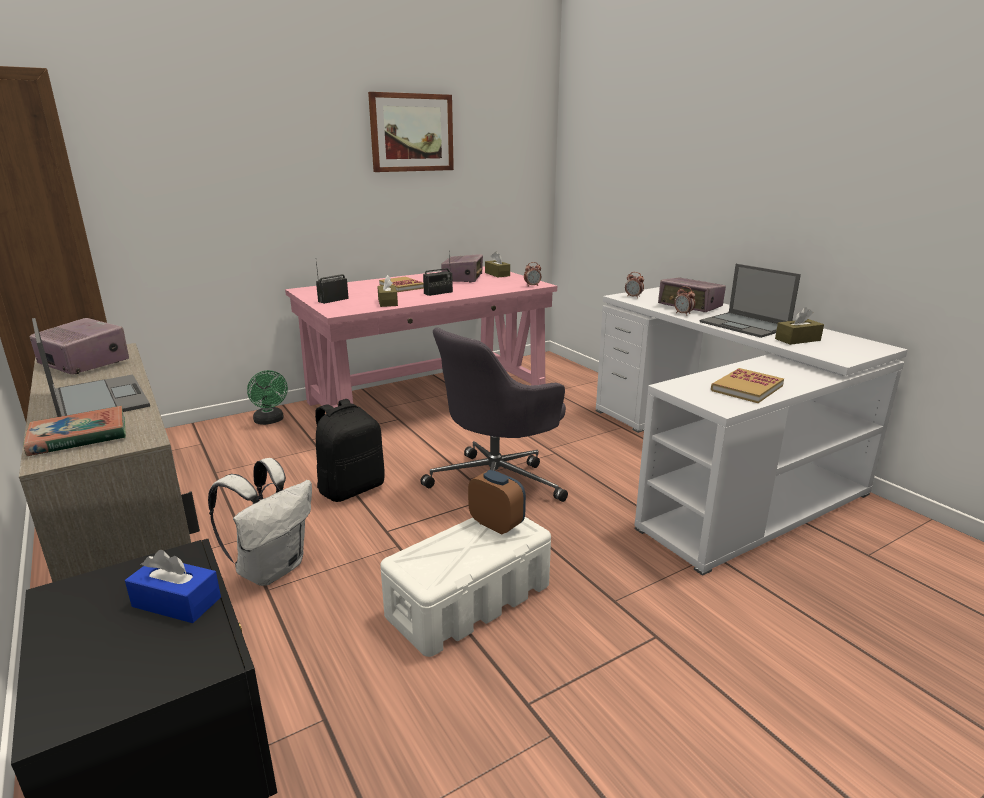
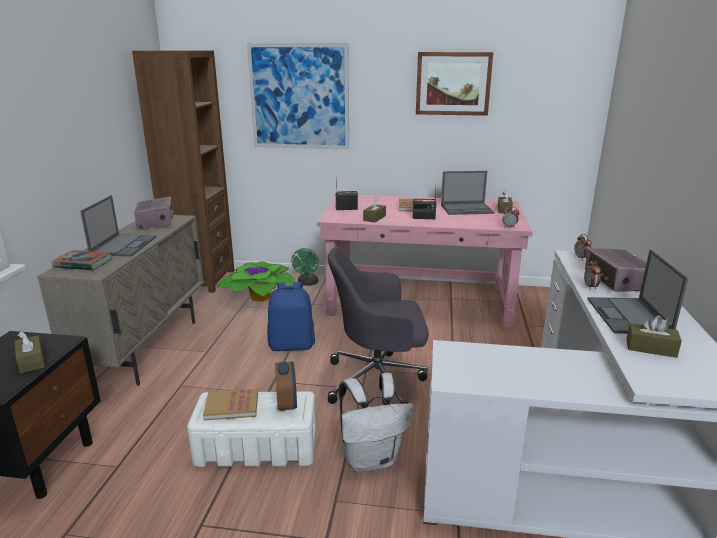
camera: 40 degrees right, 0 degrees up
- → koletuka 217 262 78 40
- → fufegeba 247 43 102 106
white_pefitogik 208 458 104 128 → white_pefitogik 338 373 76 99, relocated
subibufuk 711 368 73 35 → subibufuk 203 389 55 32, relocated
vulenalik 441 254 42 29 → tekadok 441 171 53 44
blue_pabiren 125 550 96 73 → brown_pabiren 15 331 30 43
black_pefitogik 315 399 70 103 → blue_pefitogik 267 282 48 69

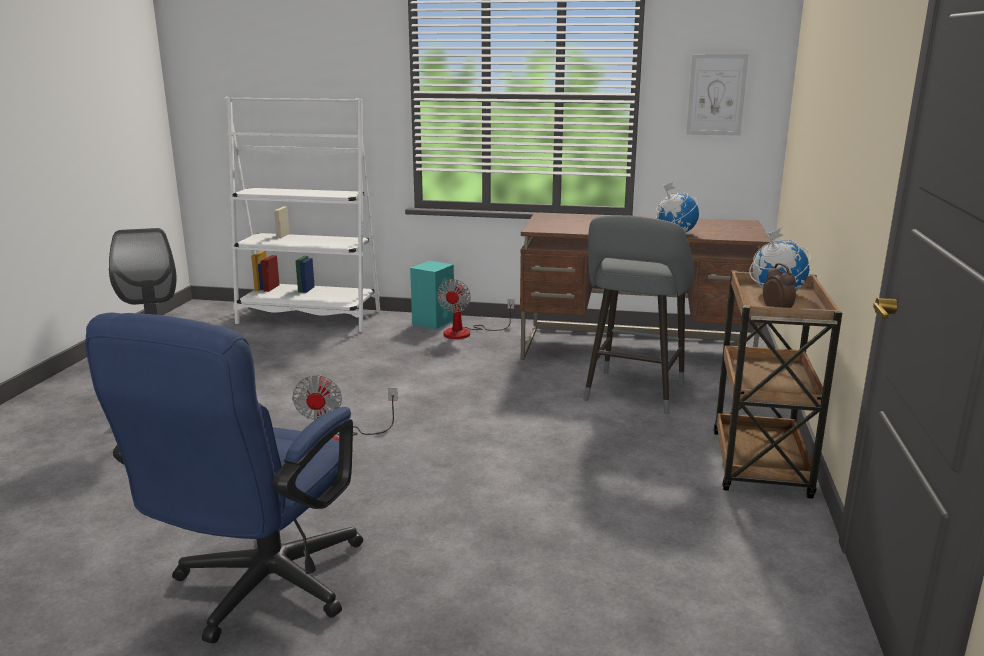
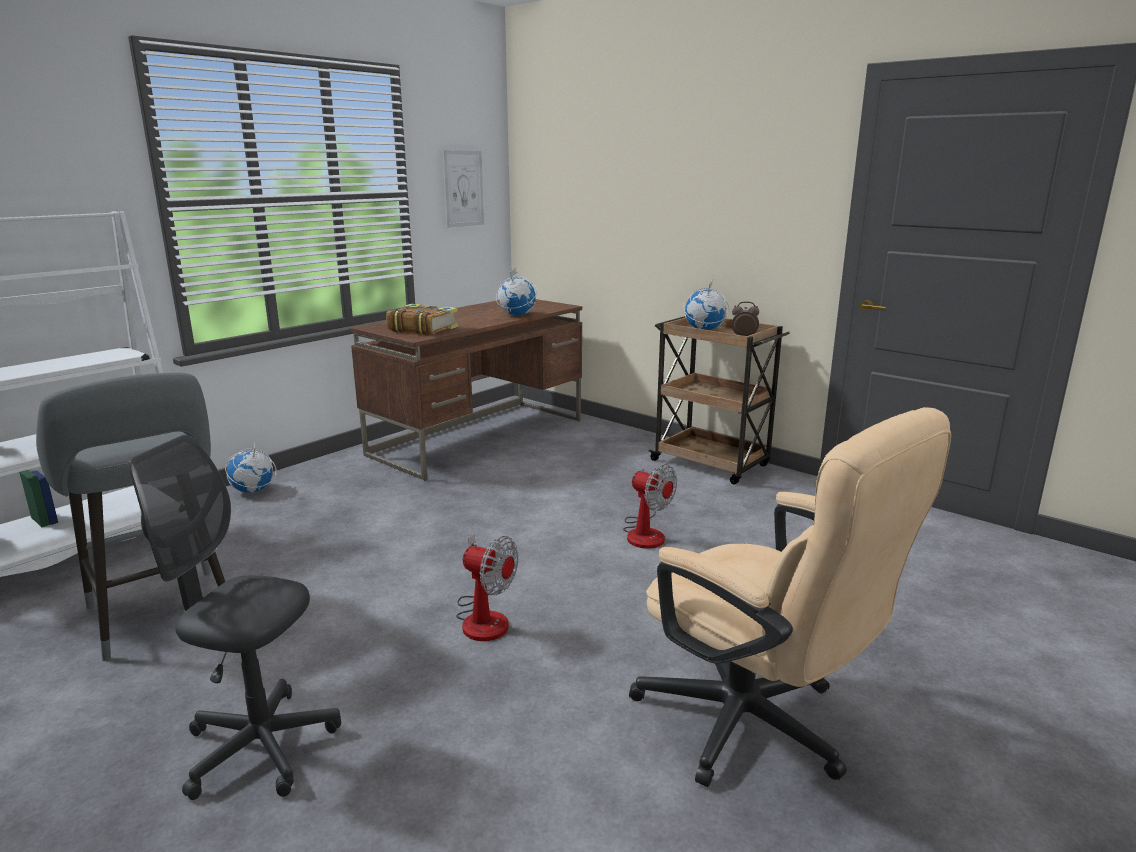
camera: 60 degrees left, 0 degrees up
- → subibufuk 386 304 72 31
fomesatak 437 279 78 60 → fomesatak 623 464 54 85, relocated
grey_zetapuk 583 215 111 199 → grey_zetapuk 36 372 189 289, relocated
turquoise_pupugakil 410 261 44 68 → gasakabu 225 442 52 51
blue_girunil 85 312 278 332 → beige_girunil 629 407 322 380

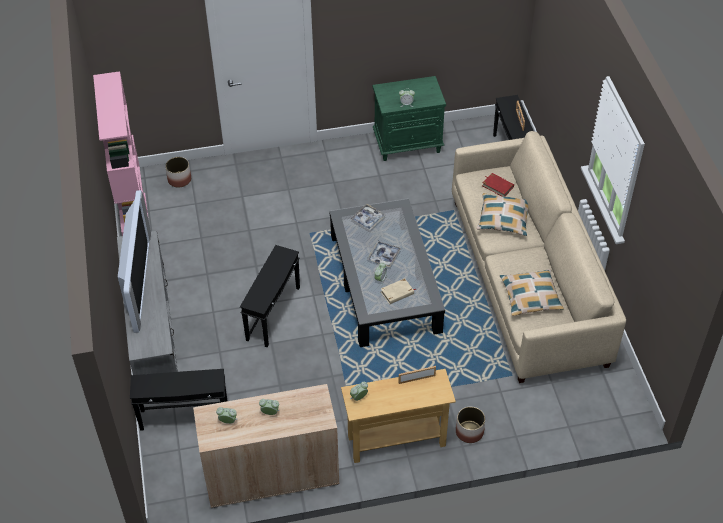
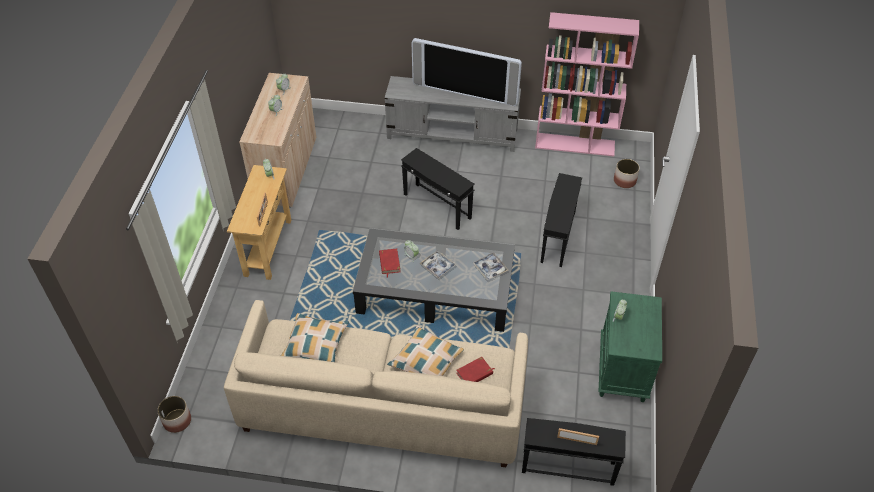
camera: 110 degrees right, 0 degrees up
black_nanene 130 369 97 62 → black_nanene 540 173 42 94, relocated
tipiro 456 406 29 37 → tipiro 157 396 34 37, relocated
beige_subibufuk 381 278 35 26 → red_subibufuk 379 249 21 28

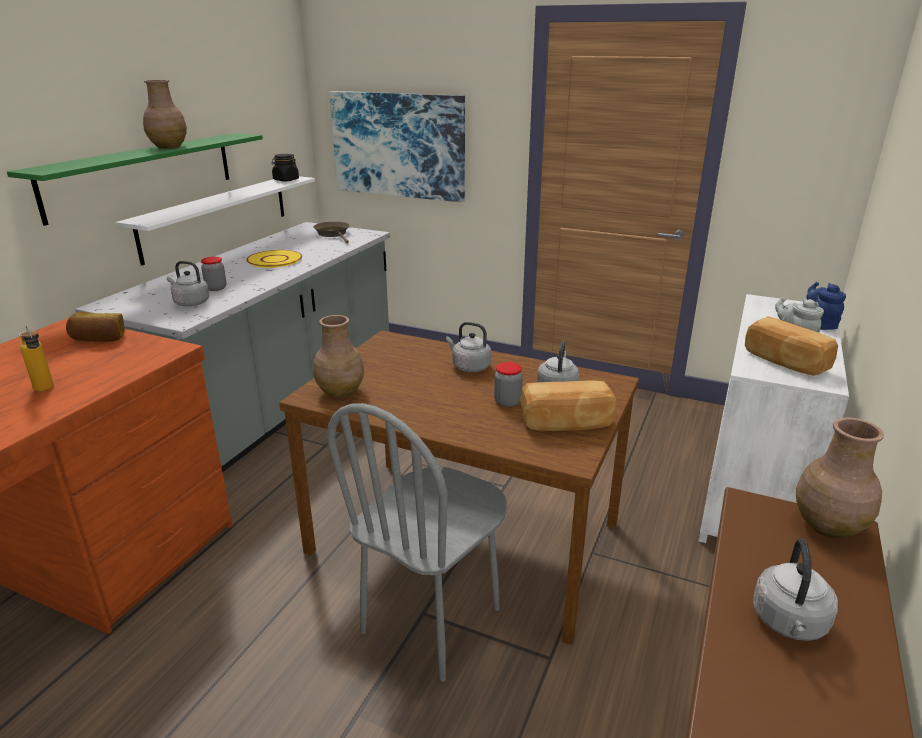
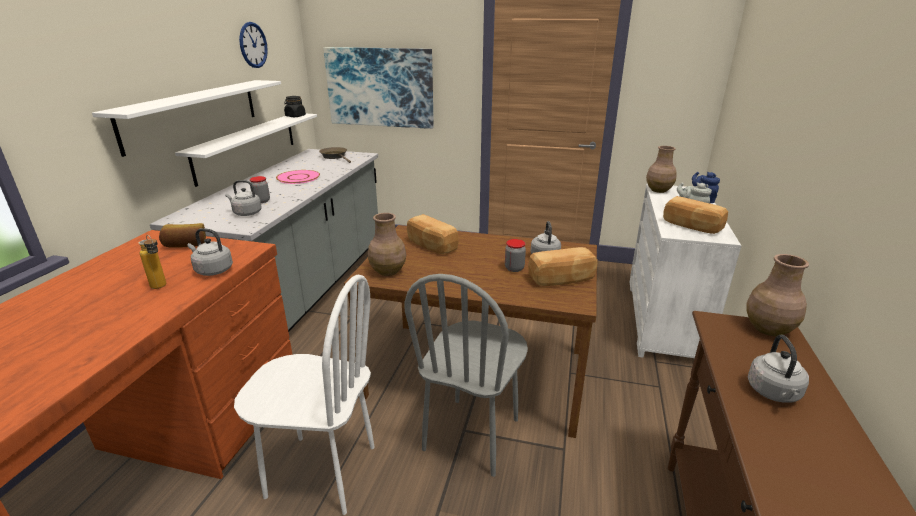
camera: 10 degrees left, 0 degrees up
- → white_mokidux 234 275 141 240
- → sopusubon 239 22 29 46
- → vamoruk 407 214 52 40
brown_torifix 143 80 44 69 → brown_torifix 646 146 31 47, relocated
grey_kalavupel 446 322 45 50 → grey_kalavupel 187 228 46 48, relocated
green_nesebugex 7 133 256 93 → white_nesebugex 92 80 189 77
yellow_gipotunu 246 250 56 18 → pink_gipotunu 276 170 44 14

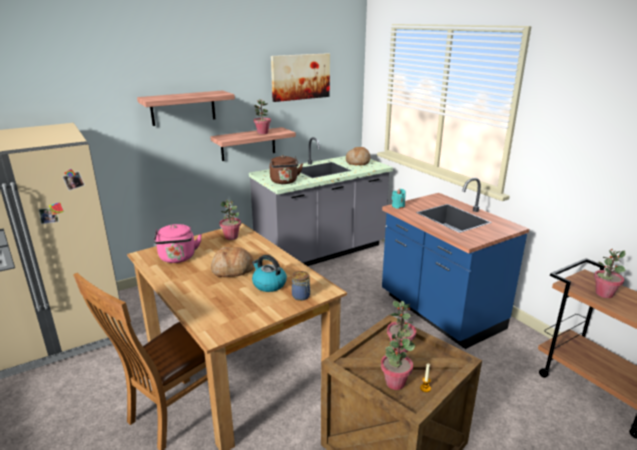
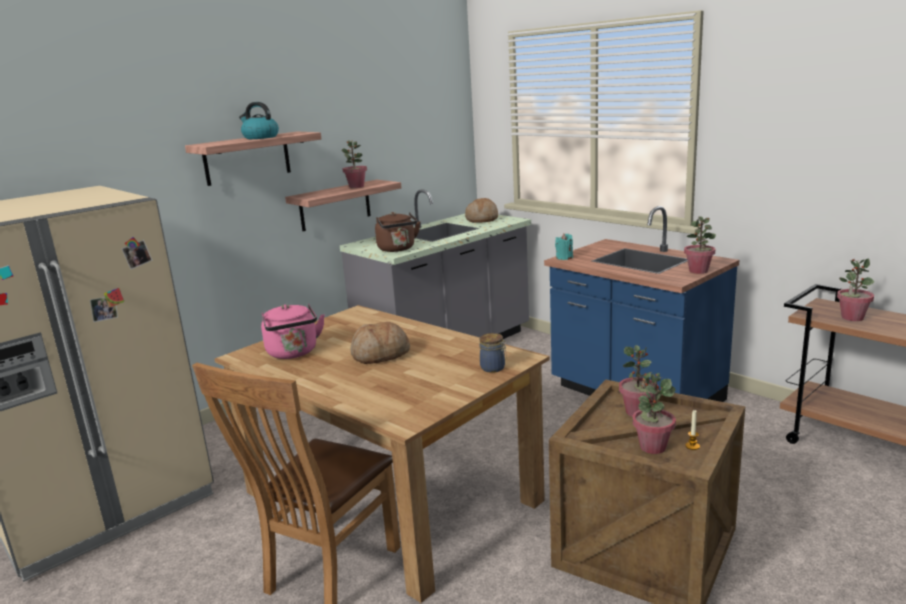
camera: 10 degrees left, 5 degrees down
fufegeba 271 53 59 49 → -
koletuka 219 200 22 40 → koletuka 684 217 32 57, relocated
kalavupel 252 255 35 37 → kalavupel 239 102 40 37, relocated

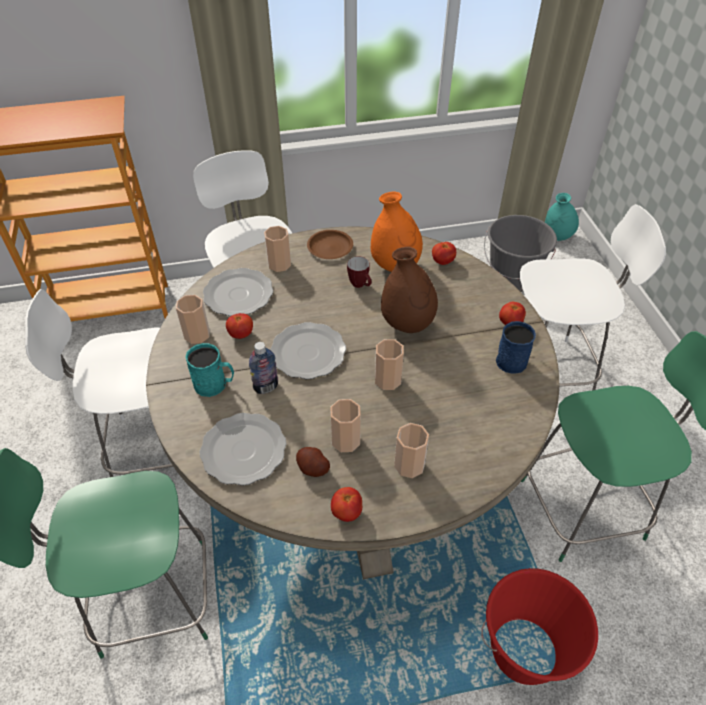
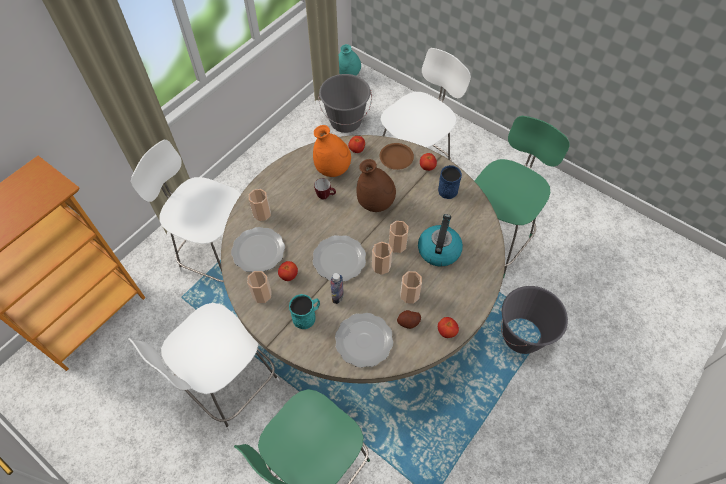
camera: 40 degrees left, 10 degrees up
- → kalavupel 418 214 45 53
brown_gipotunu 307 230 46 29 → brown_gipotunu 380 143 34 27, relocated
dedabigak 394 423 35 55 → dedabigak 372 242 20 33, relocated
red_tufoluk 481 568 117 117 → grey_tufoluk 501 286 67 68

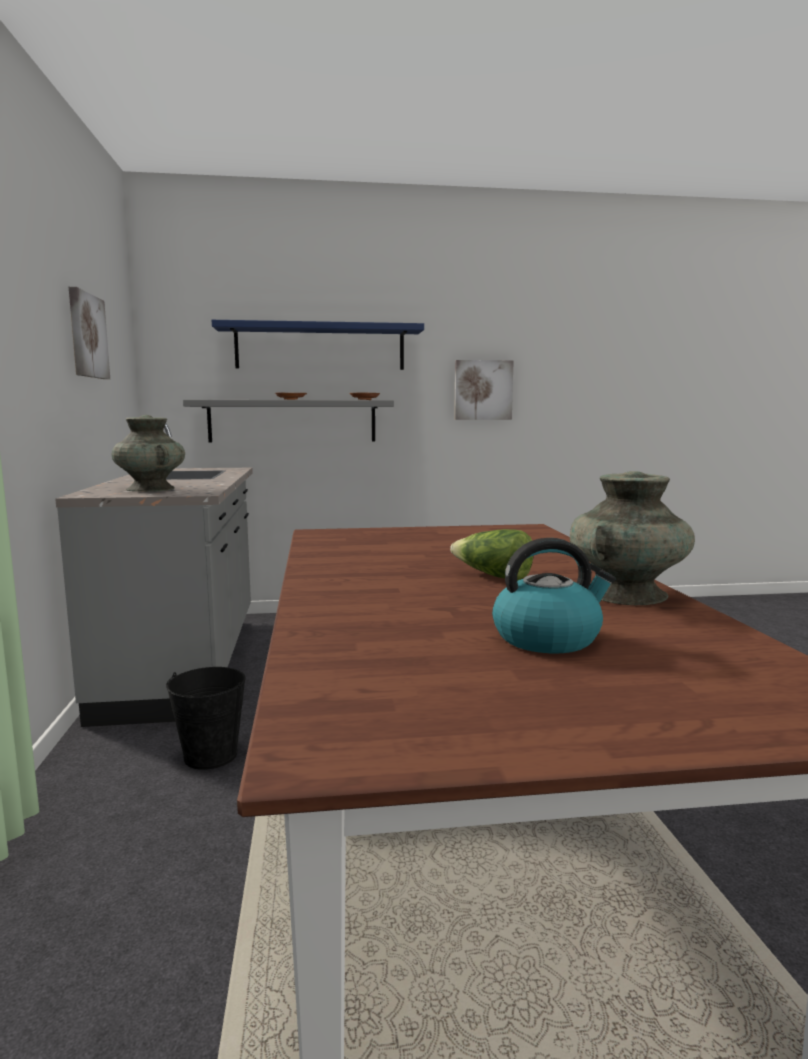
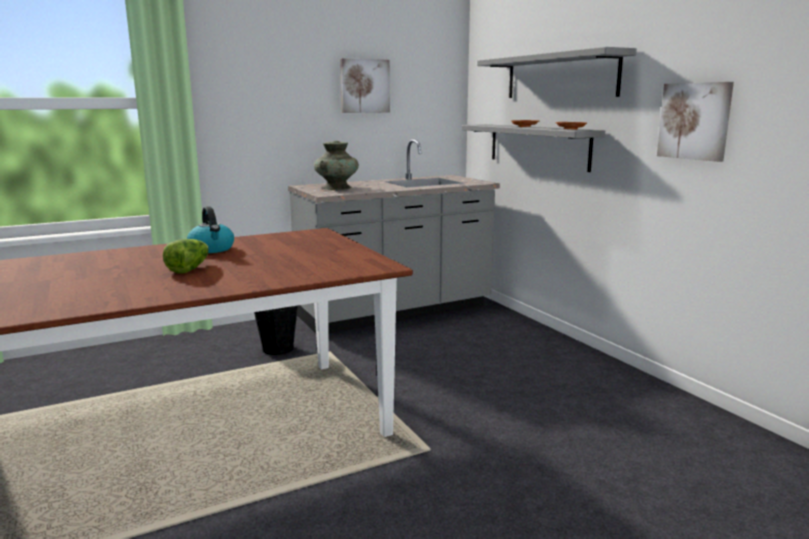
camera: 70 degrees right, 5 degrees up
turquoise_torifix 570 471 125 134 → -
kalavupel 492 538 123 115 → kalavupel 187 206 47 47, relocated
blue_nesebugex 212 320 212 50 → grey_nesebugex 477 47 160 51

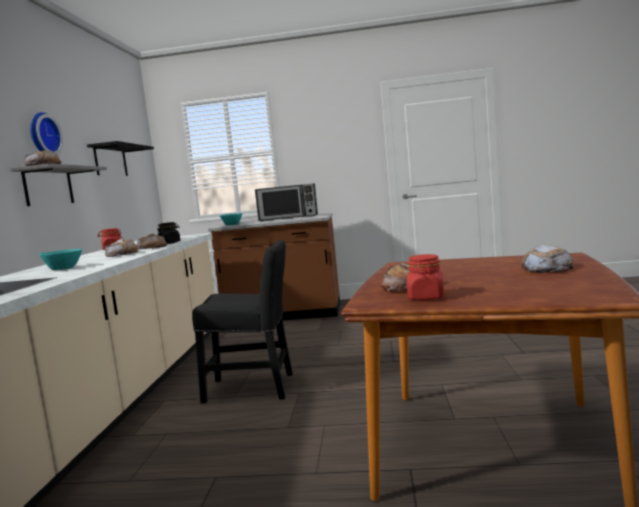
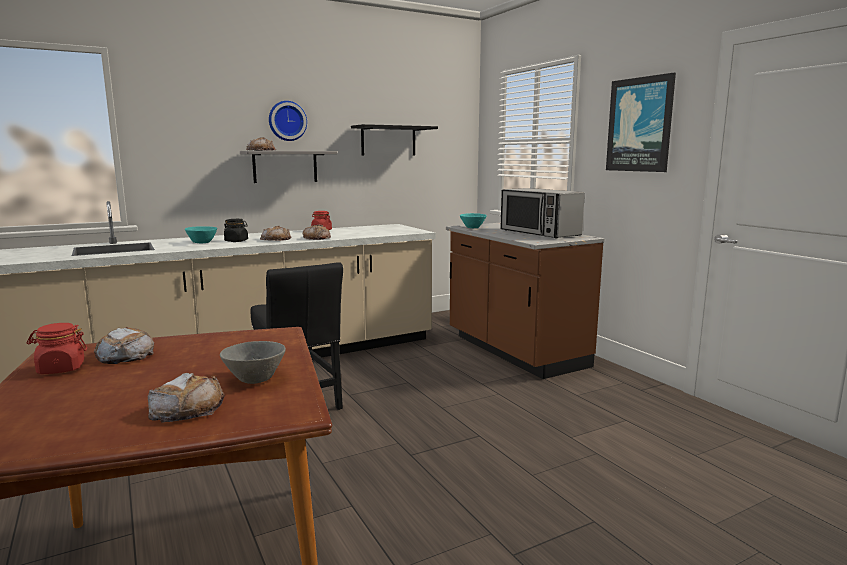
camera: 55 degrees right, 5 degrees up
- → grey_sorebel 220 341 66 43
- → fufegeba 606 73 70 99
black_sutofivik 157 222 23 22 → black_sutofivik 224 219 24 23, relocated

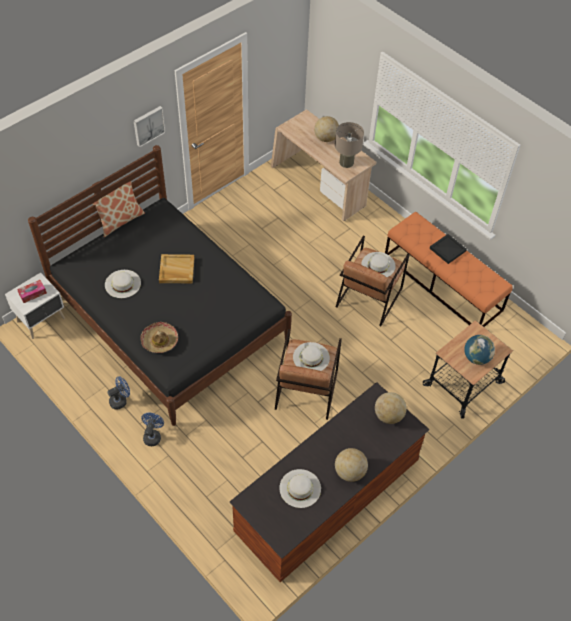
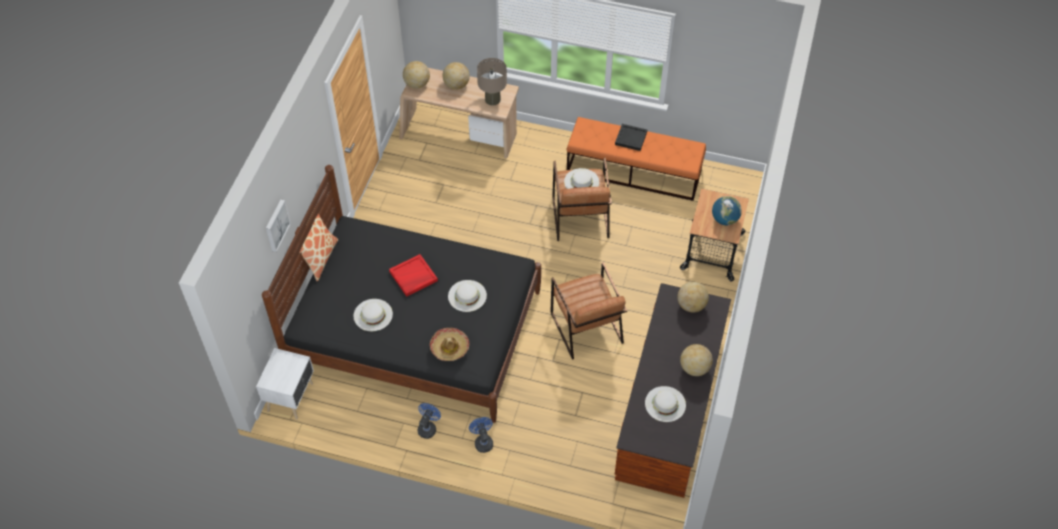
camera: 30 degrees left, 0 degrees up
pabiren 17 280 30 23 → -
- → gasakabu 403 61 27 28
fufegeba 134 106 32 42 → fufegeba 266 199 25 53, relocated
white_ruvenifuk 293 342 37 29 → white_ruvenifuk 448 280 39 32, relocated
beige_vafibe 159 254 36 30 → red_vafibe 389 254 49 43

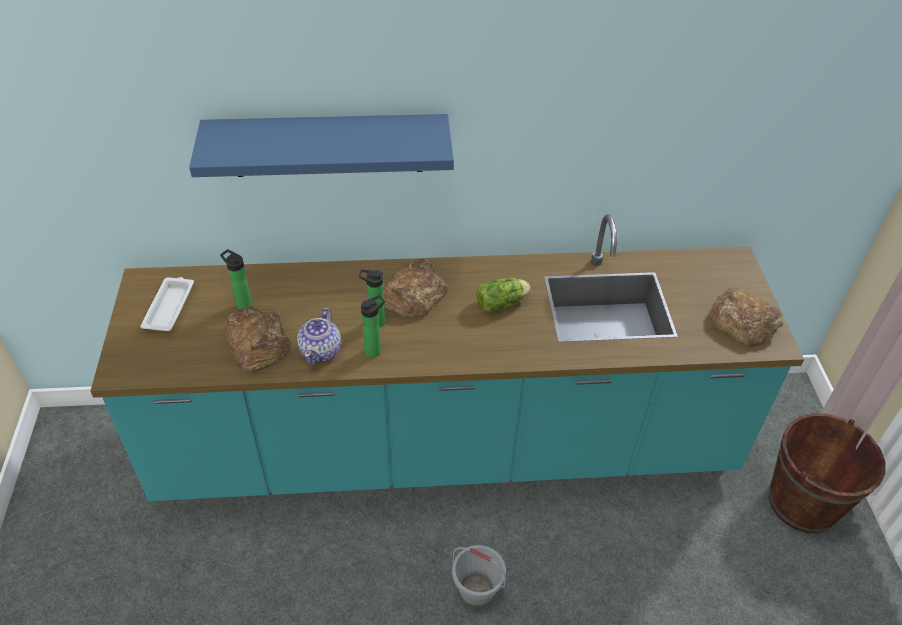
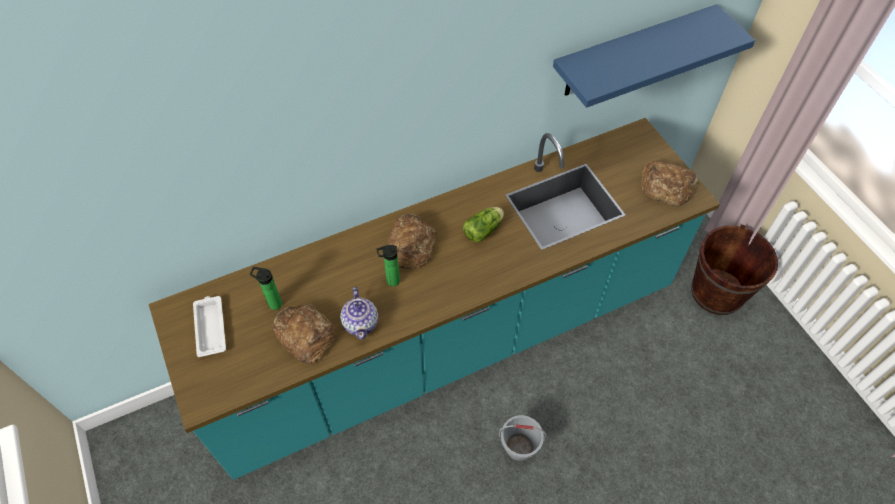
camera: 20 degrees left, 10 degrees up
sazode 361 295 24 62 → -
blue_nesebugex 189 114 265 63 → blue_nesebugex 553 4 203 104, relocated

